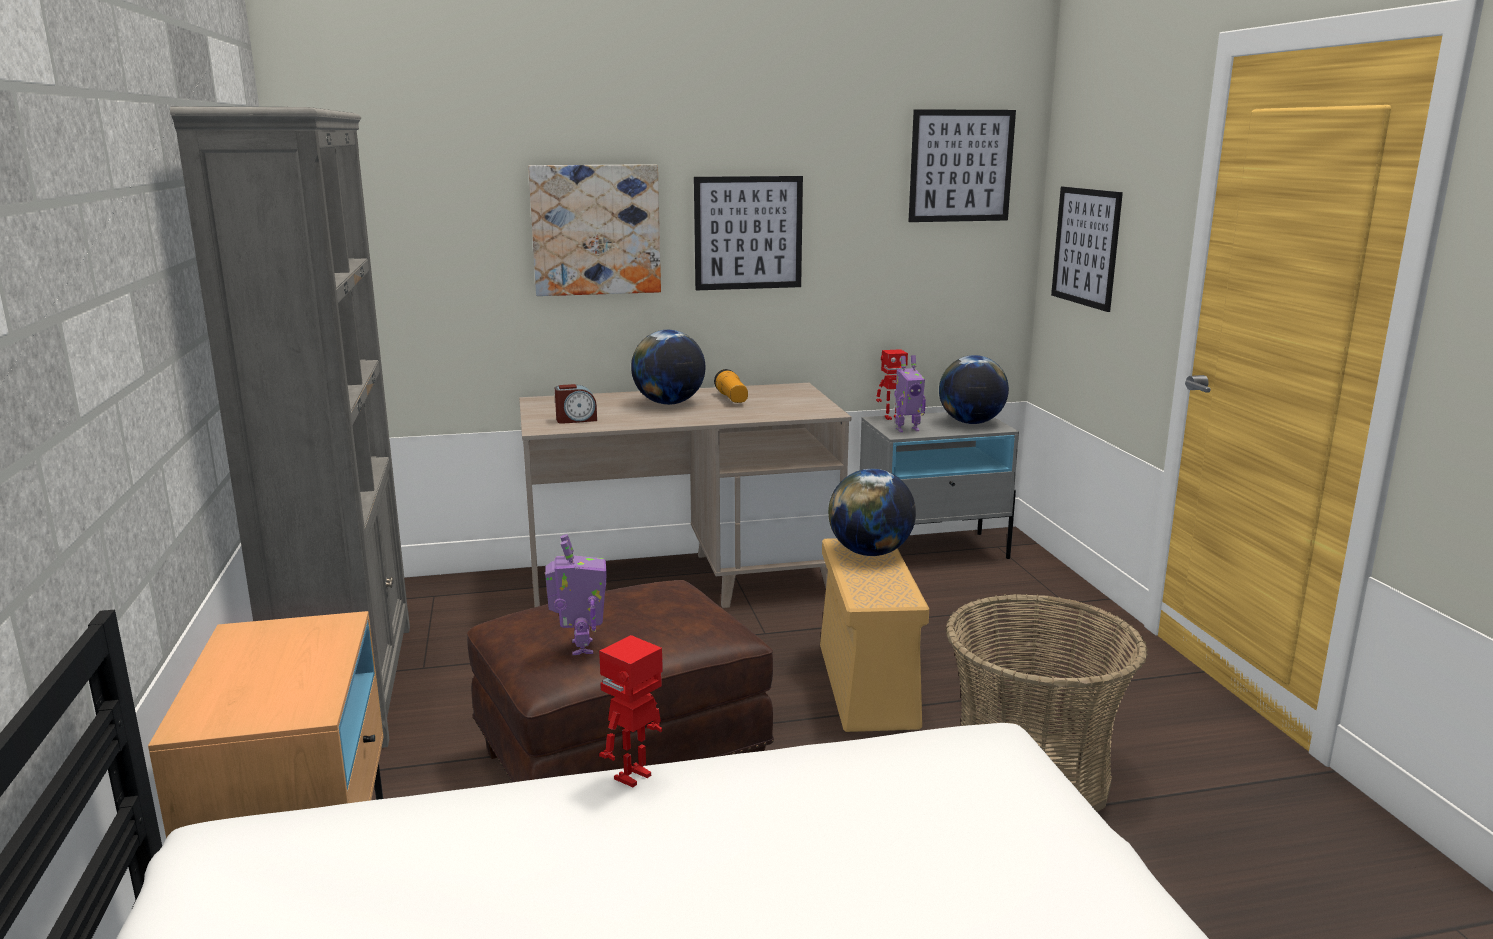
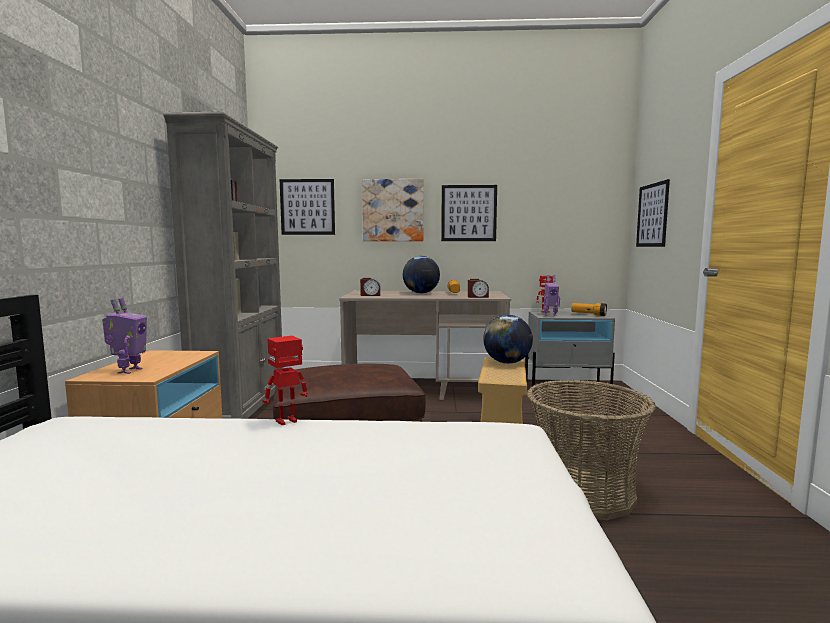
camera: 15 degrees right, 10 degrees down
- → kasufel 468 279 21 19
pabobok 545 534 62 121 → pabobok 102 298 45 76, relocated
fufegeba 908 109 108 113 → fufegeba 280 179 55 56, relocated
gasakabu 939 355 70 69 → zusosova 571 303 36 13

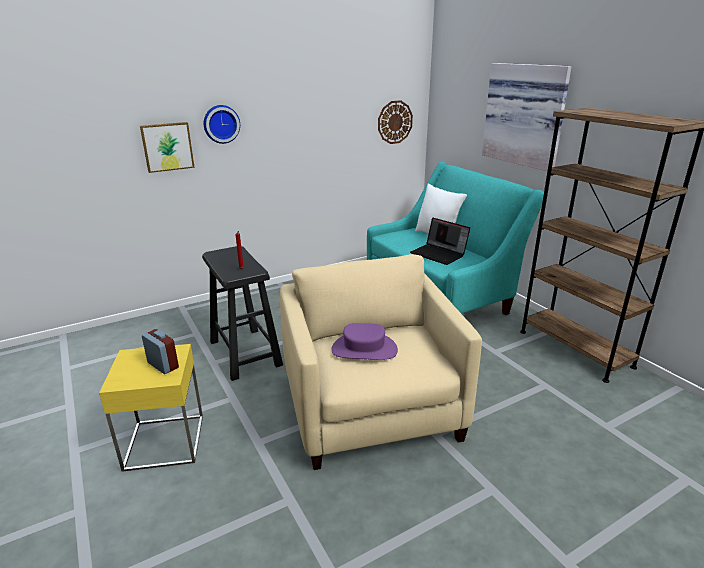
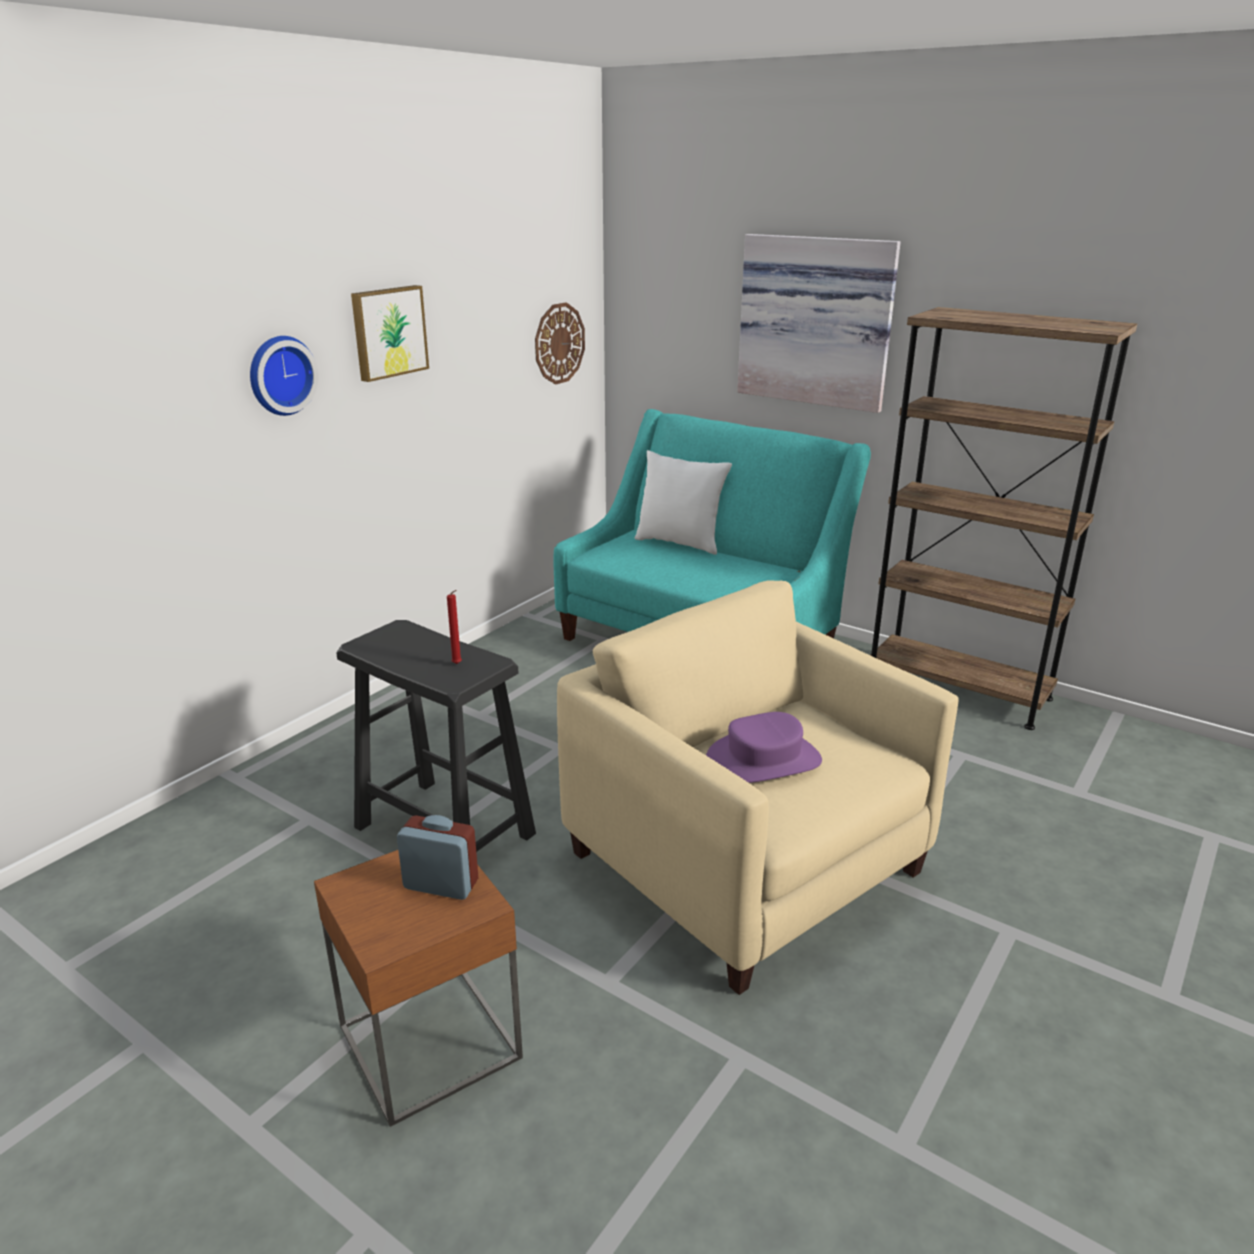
camera: 25 degrees left, 0 degrees up
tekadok 410 218 60 47 → -
fufegeba 140 122 55 51 → fufegeba 351 285 78 97, relocated
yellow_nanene 99 344 104 128 → brown_nanene 314 850 209 277

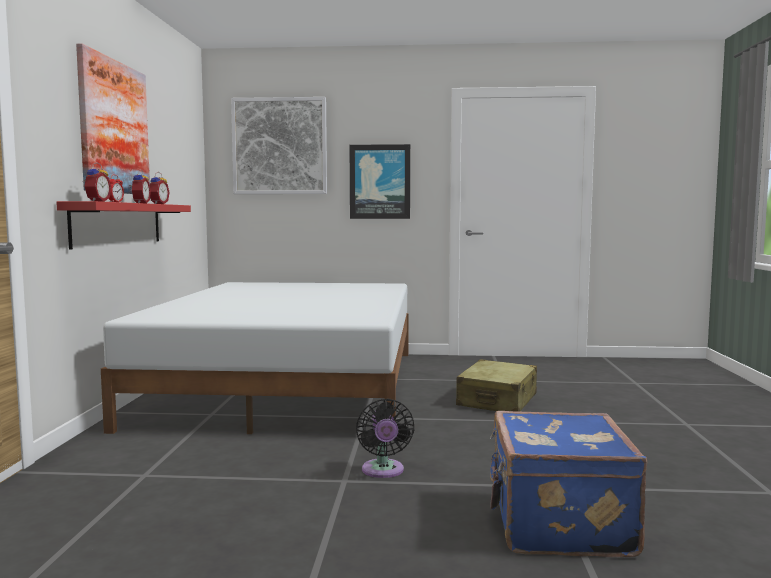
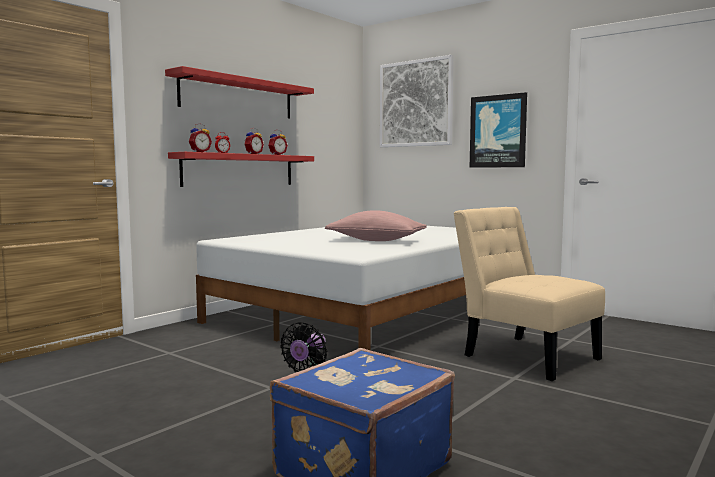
camera: 35 degrees right, 0 degrees up
- → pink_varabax 325 210 102 31
fufegeba 76 44 74 150 → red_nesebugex 165 66 149 52
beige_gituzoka 456 360 81 52 → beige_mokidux 454 207 151 174

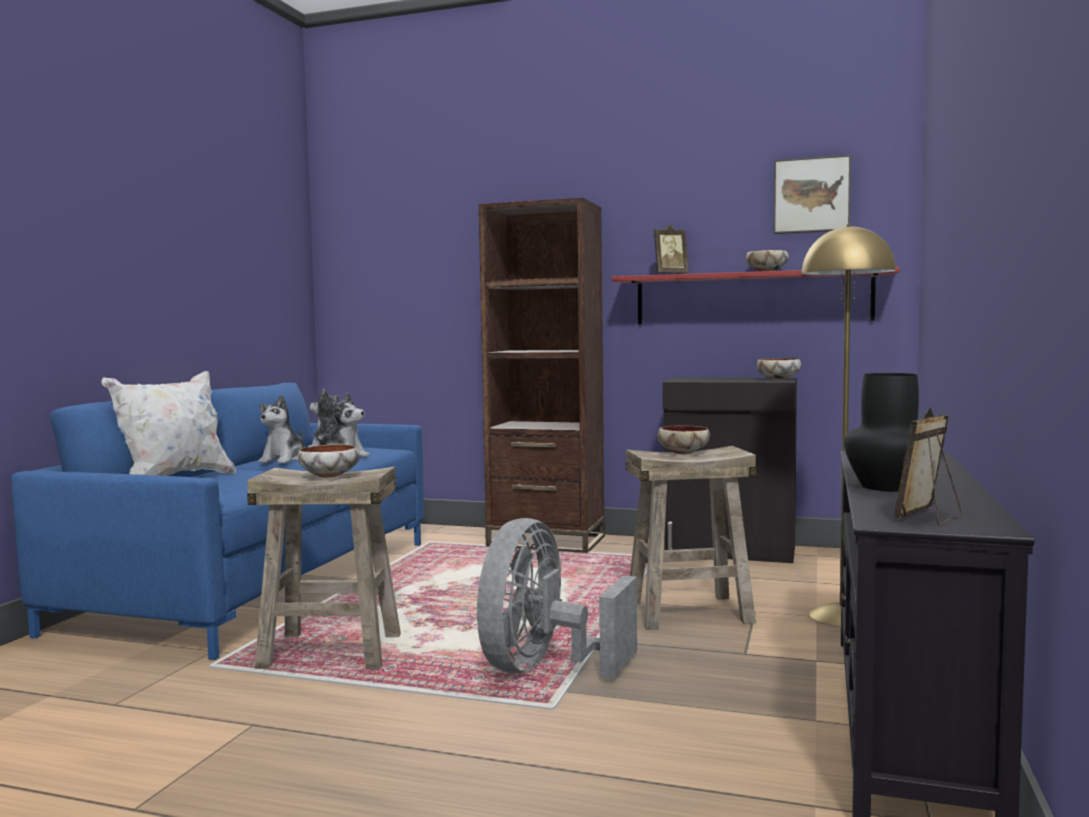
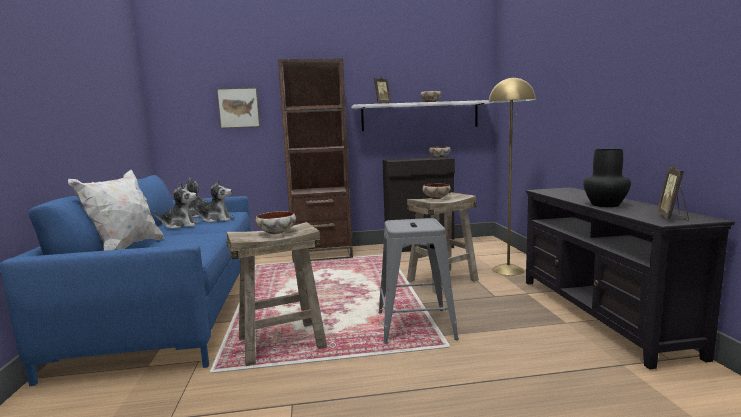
camera: 25 degrees left, 5 degrees up
fufegeba 774 155 77 79 → fufegeba 217 87 43 41, relocated
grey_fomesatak 477 518 160 161 → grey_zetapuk 379 218 80 126
red_nesebugex 612 267 288 57 → white_nesebugex 351 100 139 31
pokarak 259 395 46 68 → pokarak 154 182 45 47, 90 degrees counterclockwise

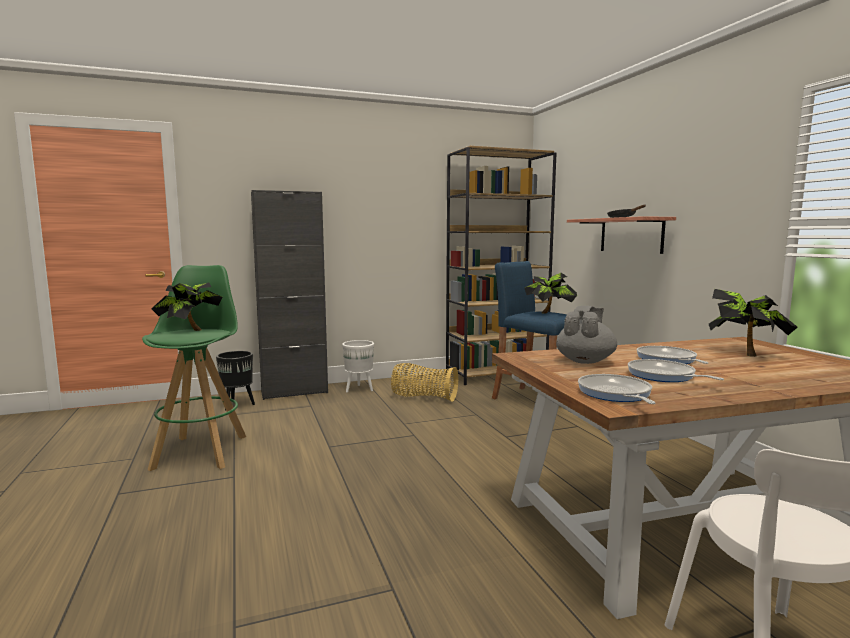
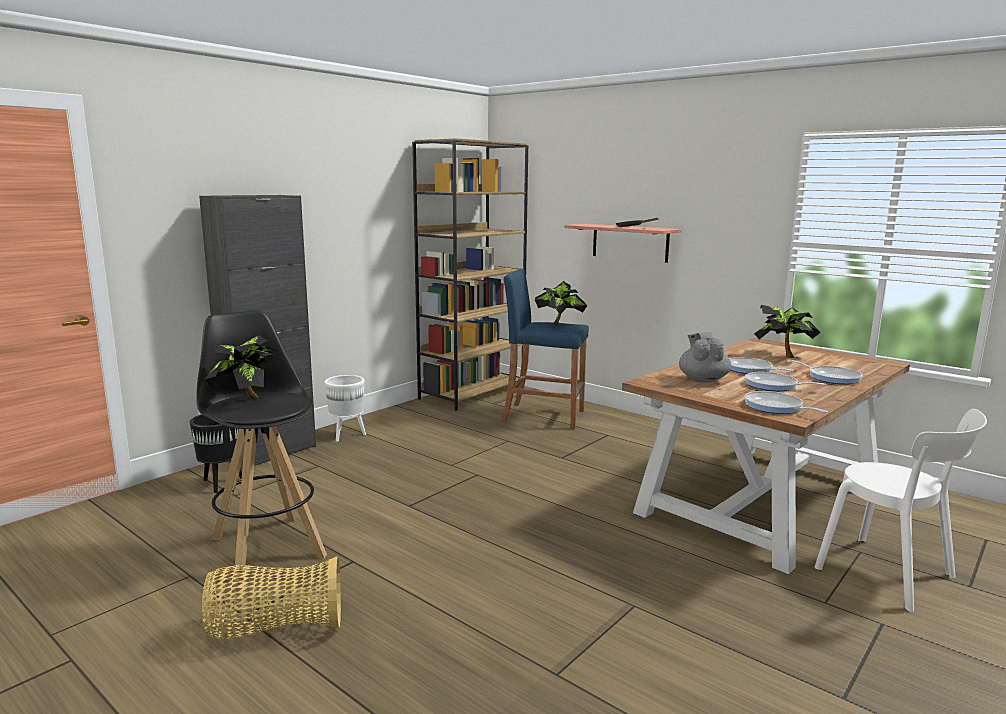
camera: 30 degrees left, 5 degrees up
- → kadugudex 791 360 71 24
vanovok 391 363 67 39 → vanovok 202 556 139 83, relocated
green_zetapuk 142 265 104 206 → black_zetapuk 196 310 131 272

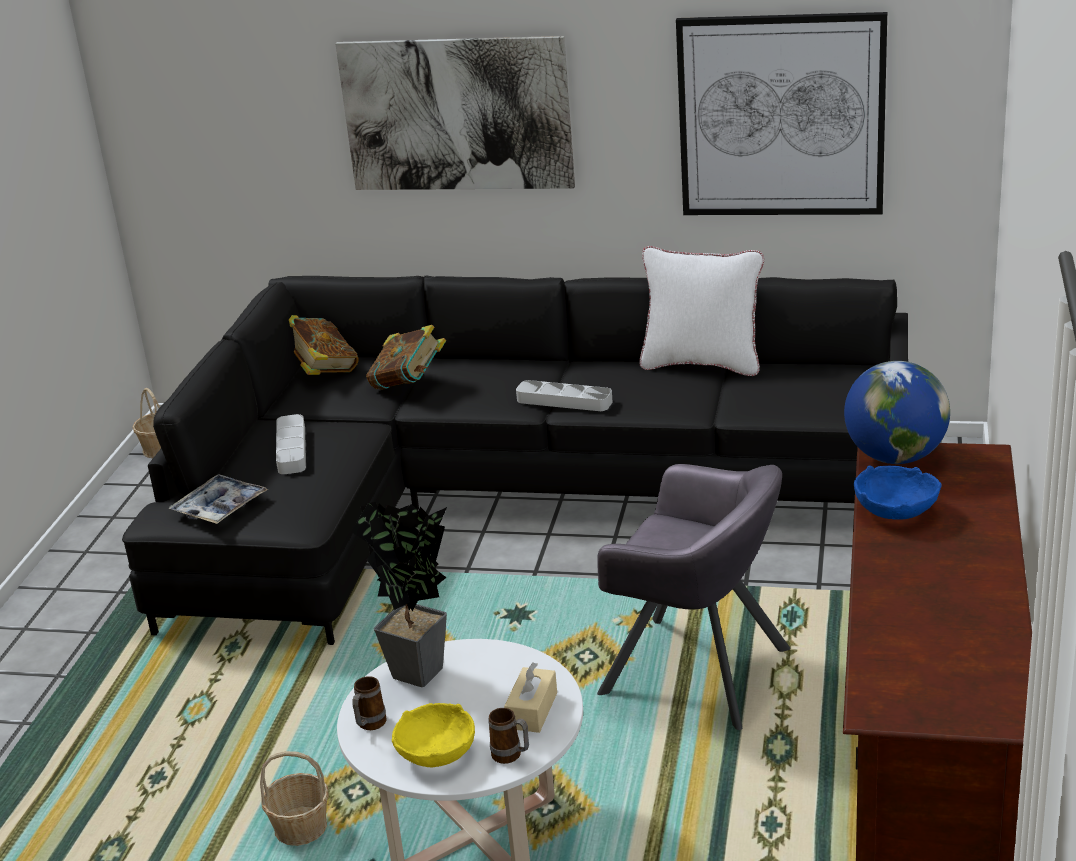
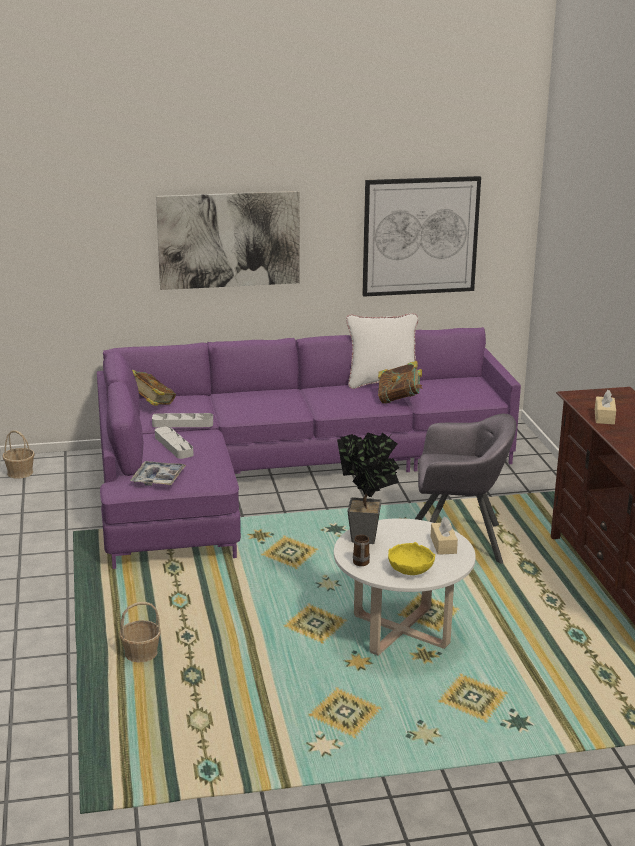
camera: 25 degrees left, 5 degrees down
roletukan 488 708 41 56 → -
gasakabu 844 361 106 103 → -
vanovok 260 751 69 95 → vanovok 119 602 42 61, relocated
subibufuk 366 325 80 65 → subibufuk 378 361 45 43, relocated
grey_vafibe 516 380 97 31 → grey_vafibe 152 413 61 14, relocated
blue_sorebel 854 466 88 54 → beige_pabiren 595 390 21 35
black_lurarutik 122 275 786 370 → purple_lurarutik 97 327 424 242

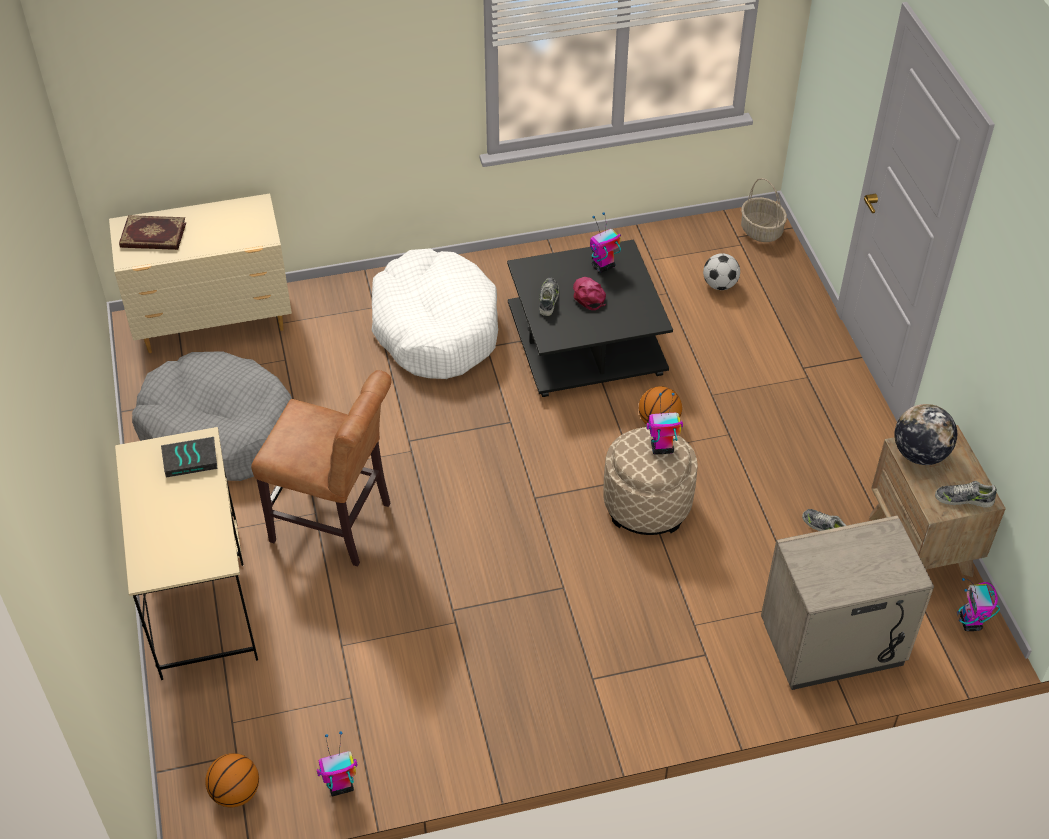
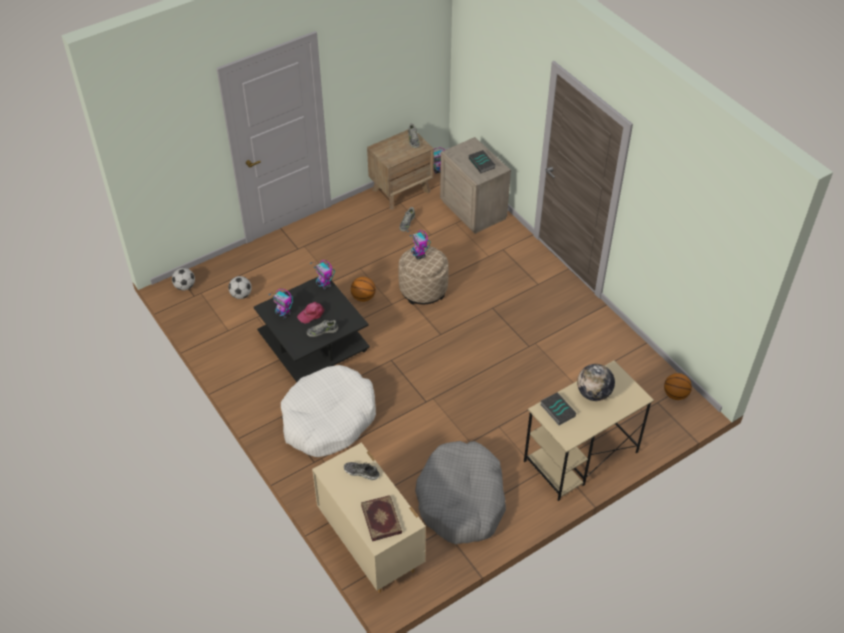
camera: 110 degrees left, 0 degrees up
brown_mokidux 251 370 140 197 → -
- → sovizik 344 462 36 18
- → subibufuk 469 150 26 23
pabobok 317 731 40 65 → pabobok 310 260 25 30, relocated
gasakabu 894 404 63 61 → gasakabu 577 364 38 37, relocated
vanovok 741 178 46 64 → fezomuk 172 268 23 22

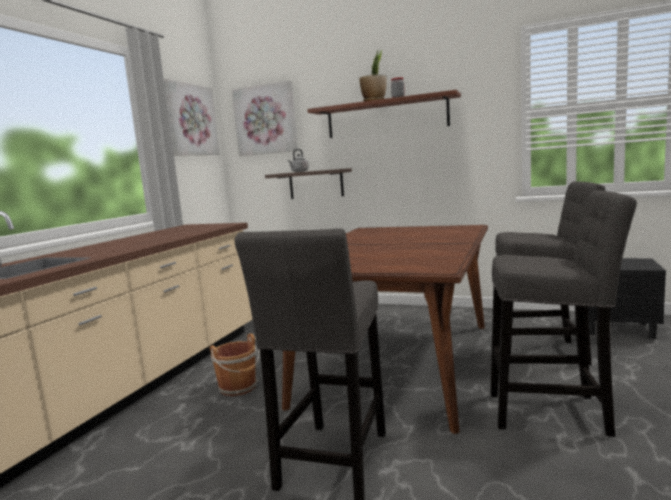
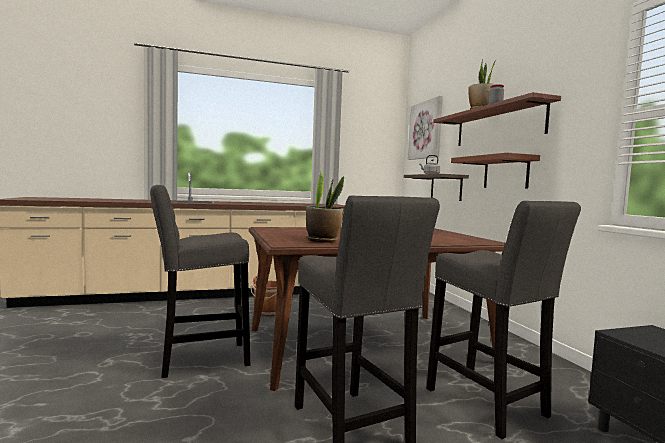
camera: 50 degrees right, 5 degrees down
fufegeba 164 79 56 77 → -
- → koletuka 306 172 38 71
- → brown_nesebugex 451 153 89 36

